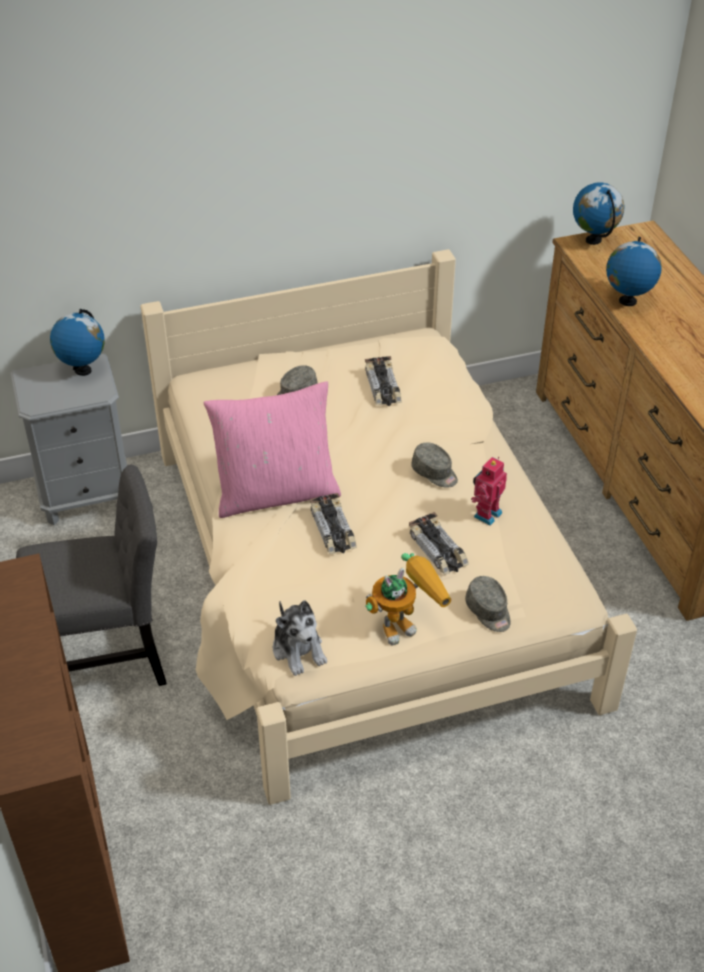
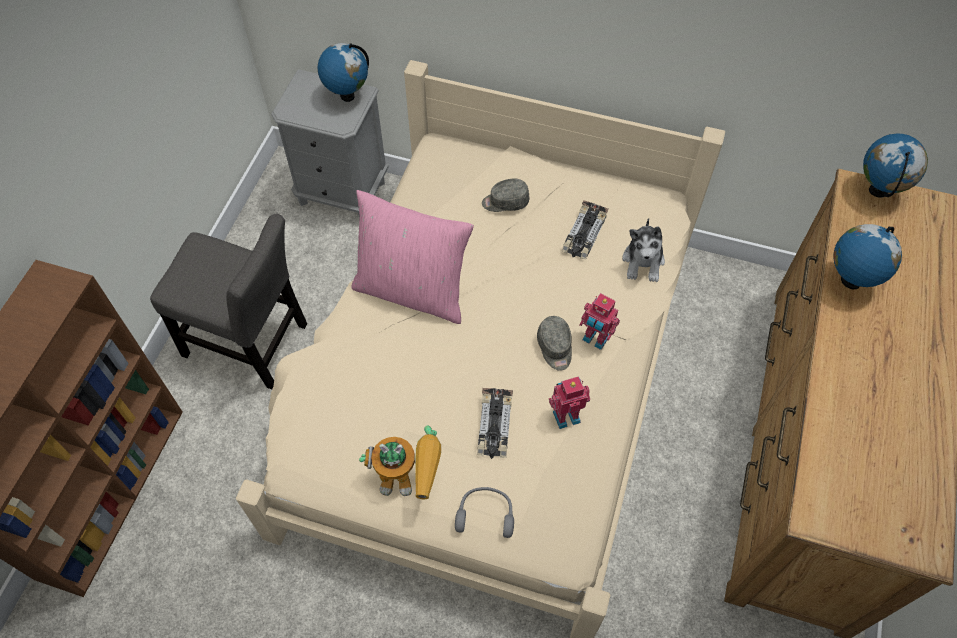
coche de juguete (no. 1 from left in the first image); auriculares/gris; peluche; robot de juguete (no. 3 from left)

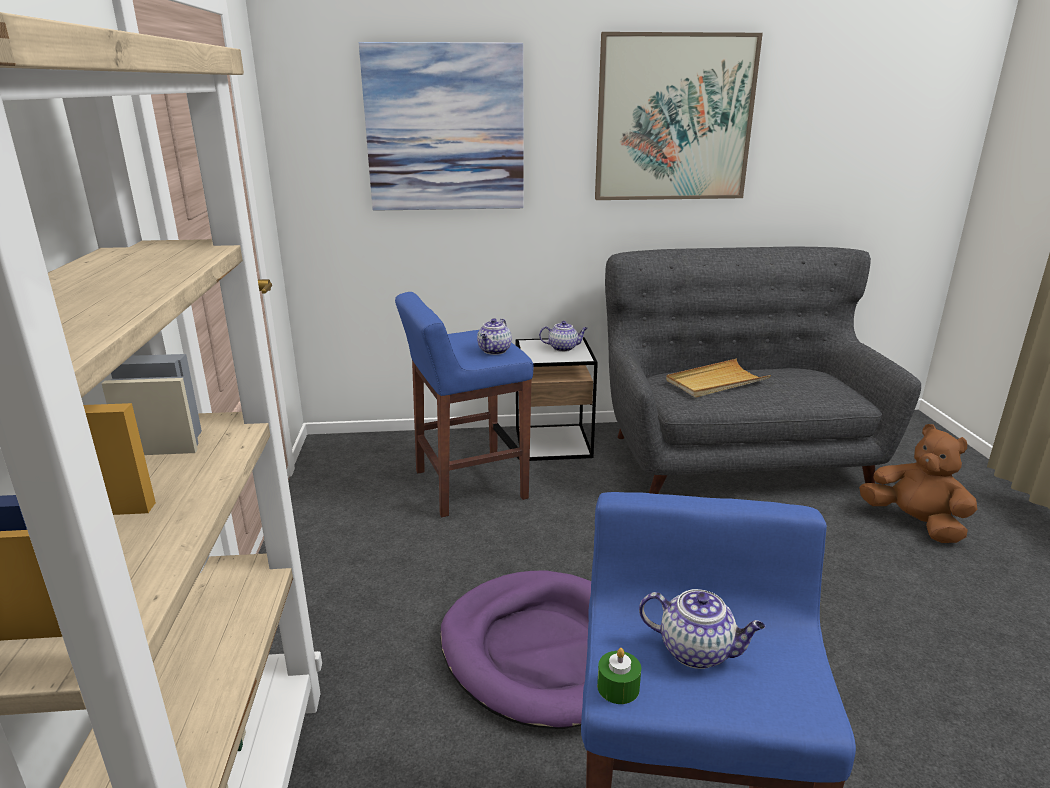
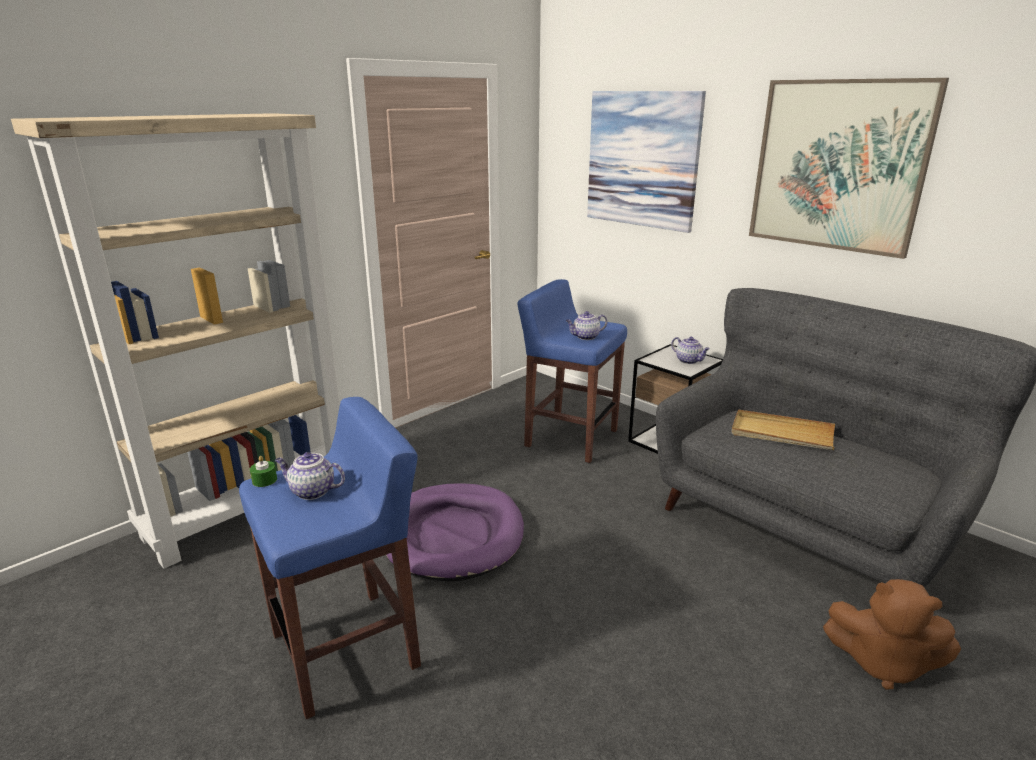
peluche/marrón; tetera (no. 1 from left)

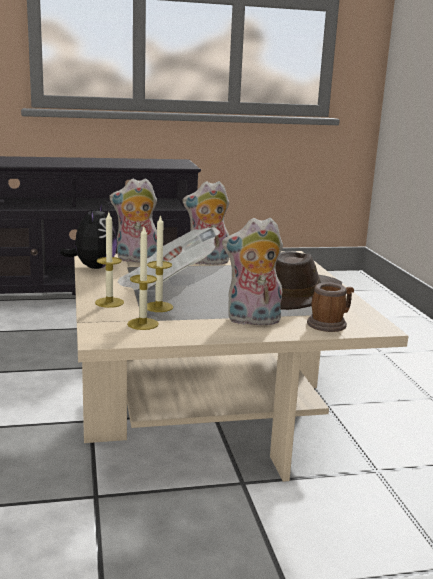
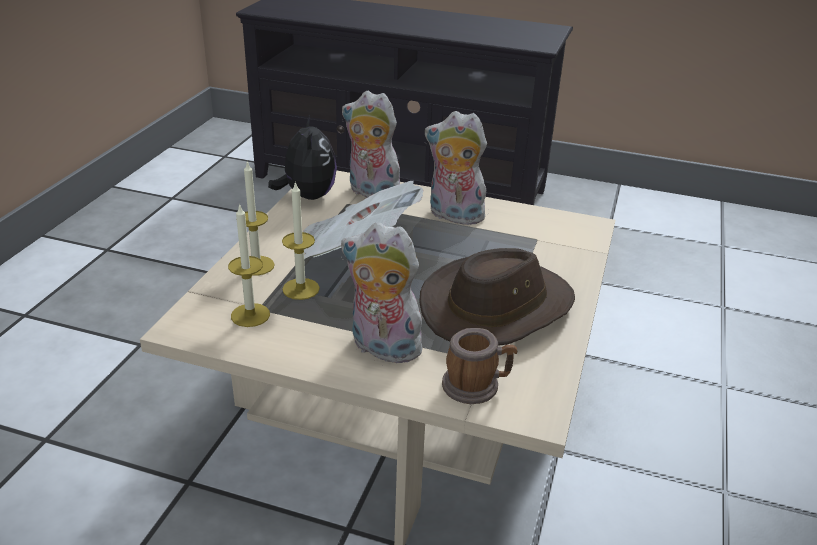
peluche (no. 1 from left)

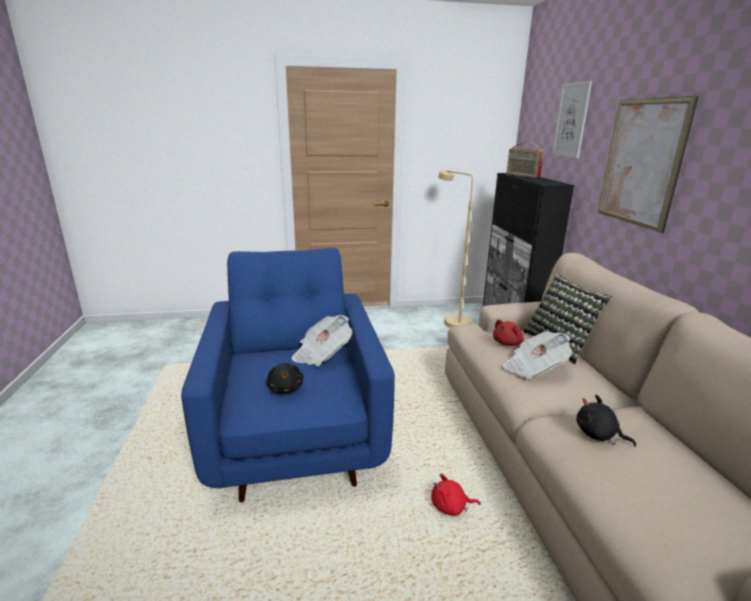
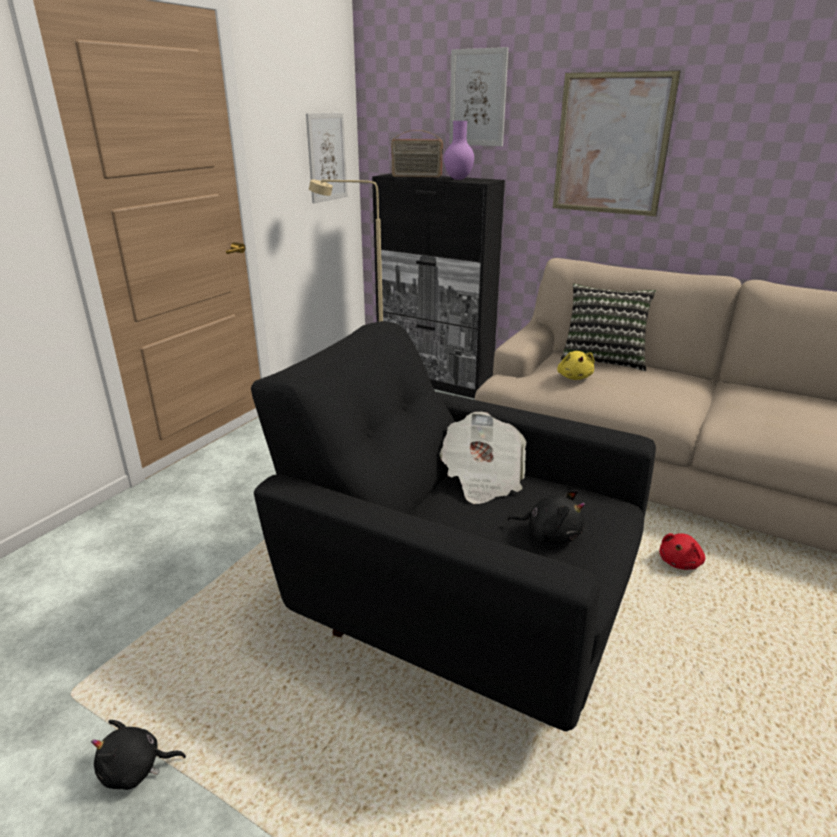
sillón/negro; peluche/amarillo; periódico (no. 2 from left in the first image); peluche/negro (no. 1 from left); cuadro (no. 1 from left); florero/morado

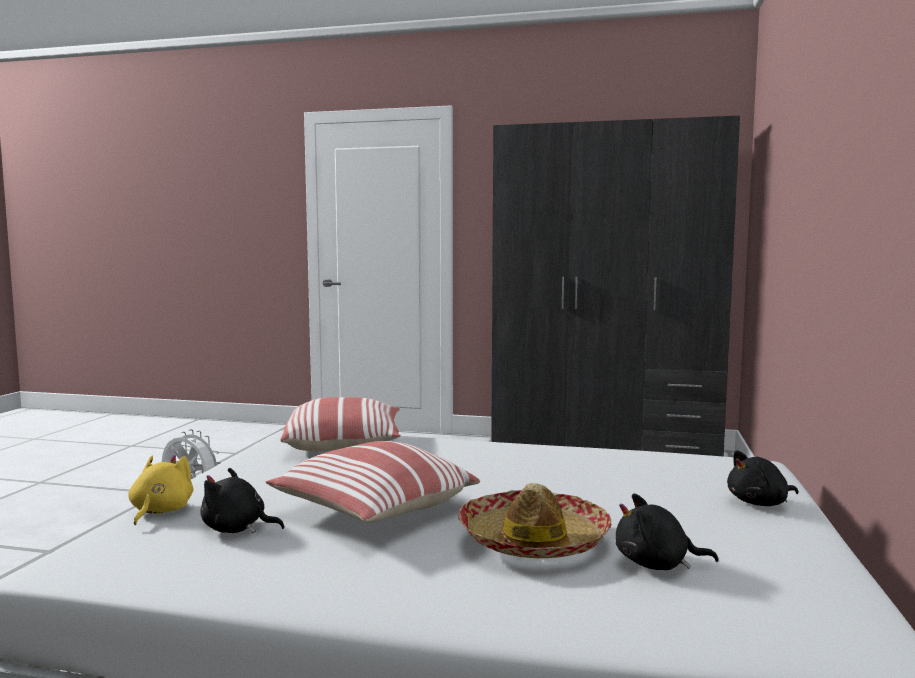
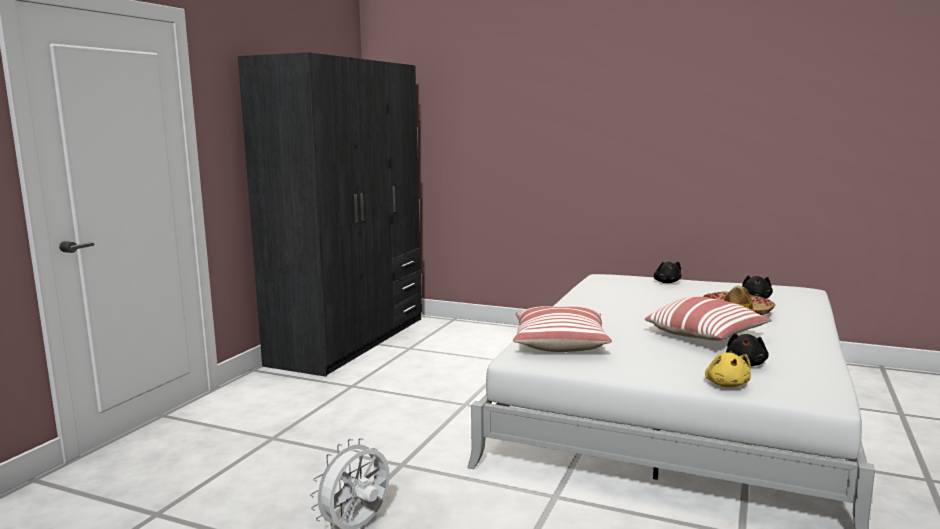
peluche/amarillo

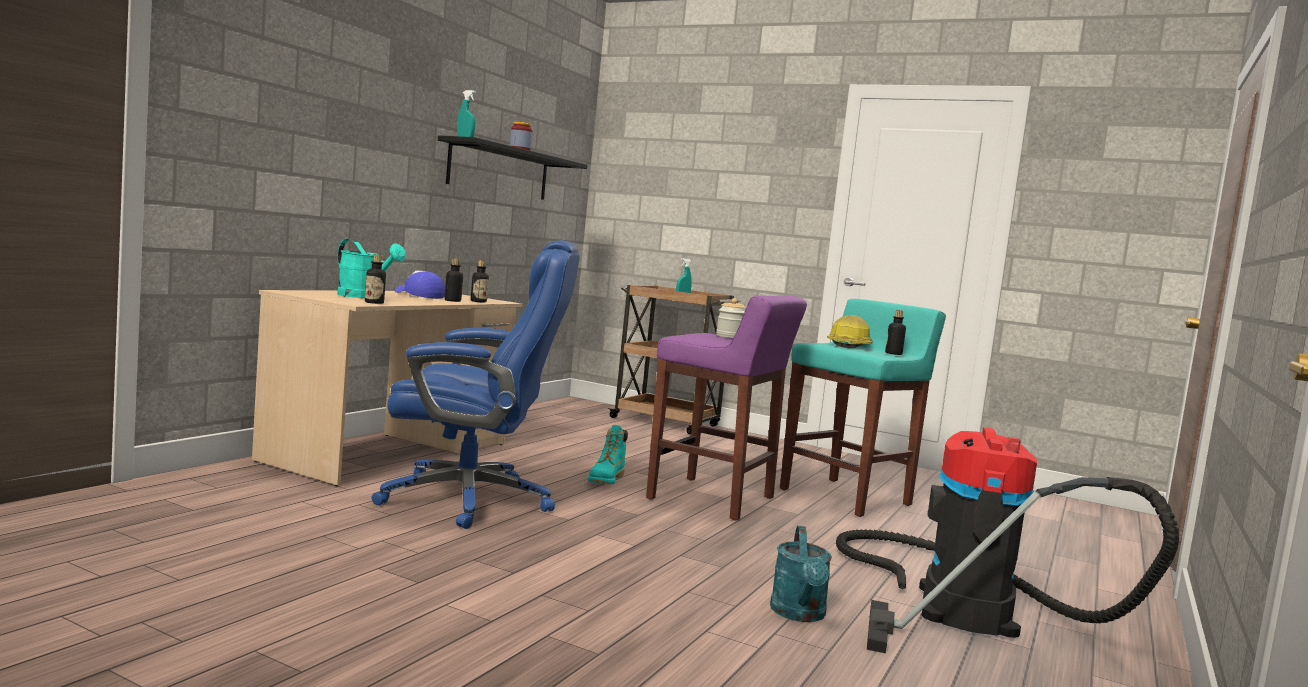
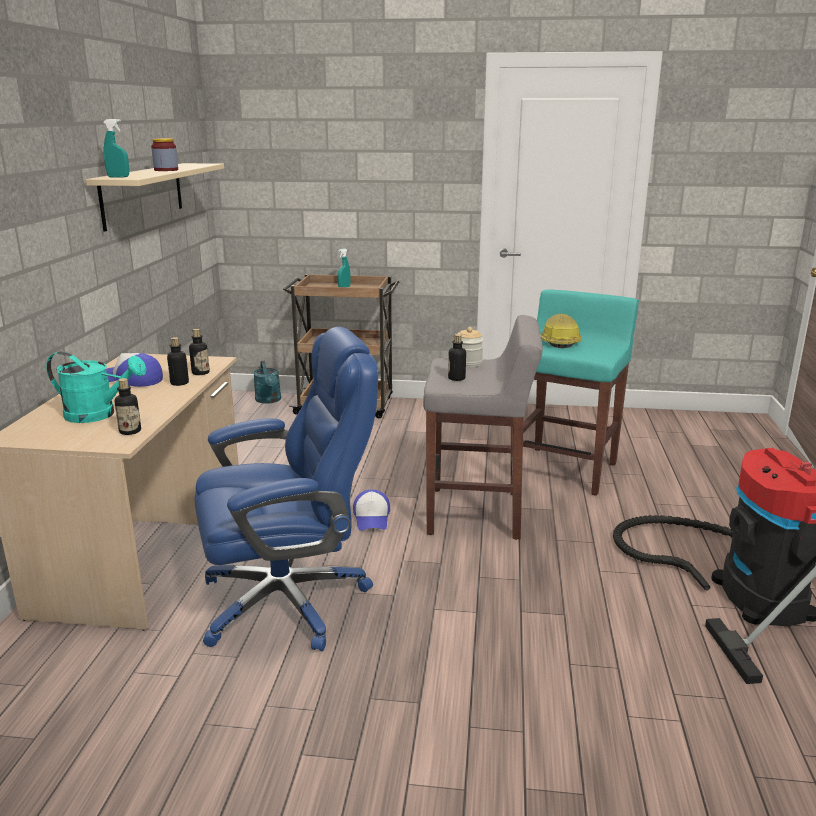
estante/beis; taburete/gris; botella (no. 4 from left); gorra (no. 2 from left); regadera/turquesa (no. 2 from left)

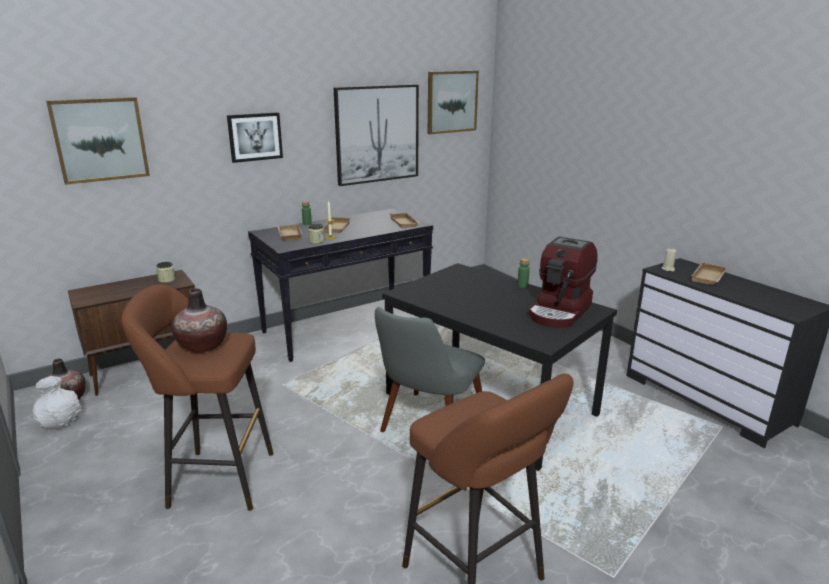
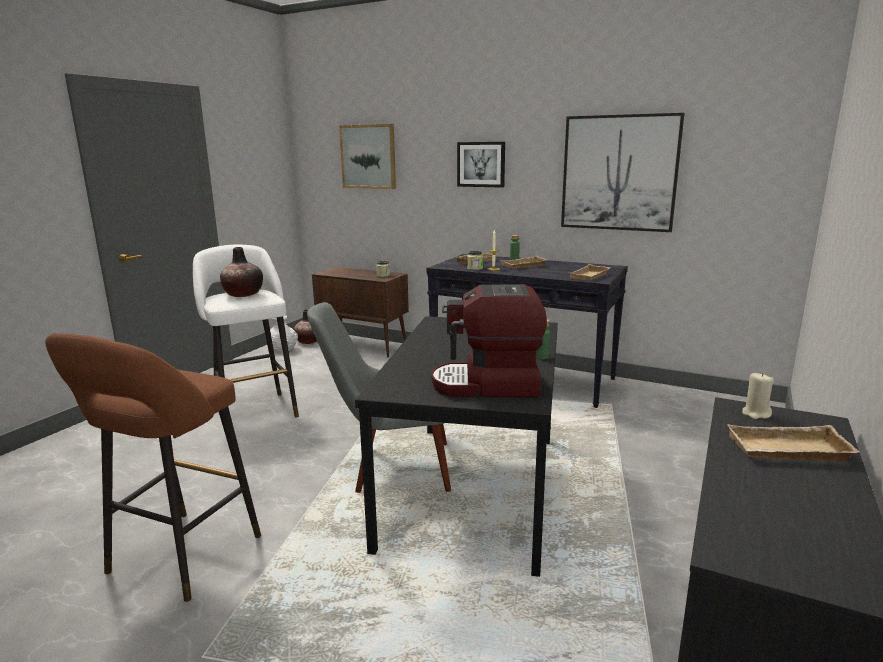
cuadro (no. 4 from left in the first image); taburete/blanco

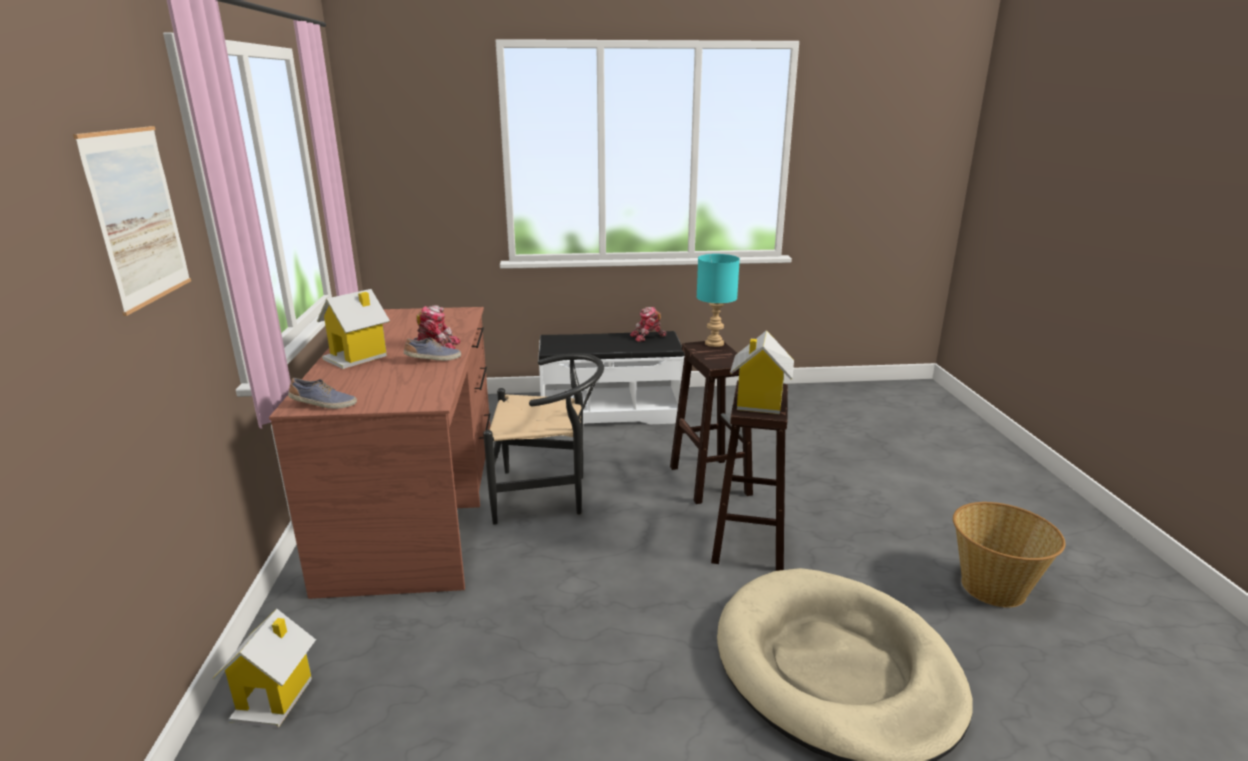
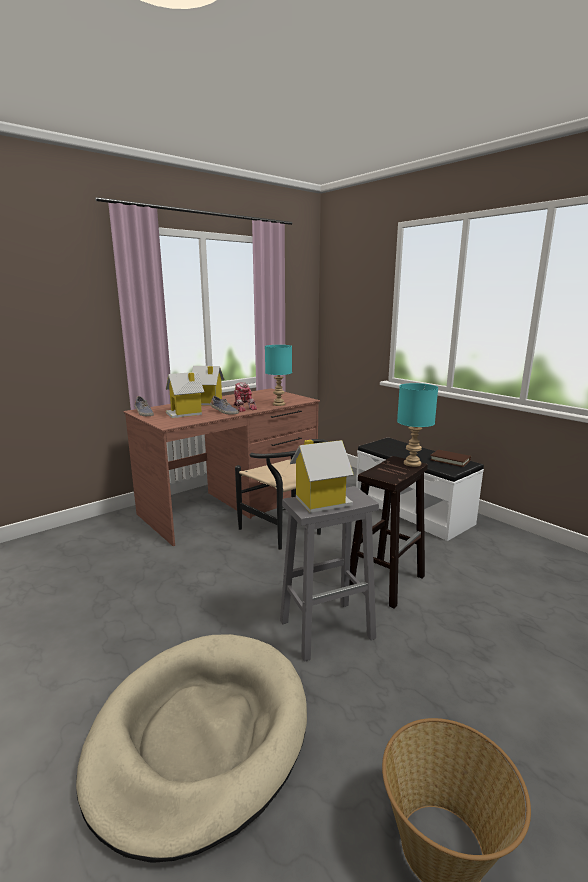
cuadro; libro/marrón; taburete/gris; casita (no. 1 from left); lámpara de mesa/turquesa (no. 1 from left)

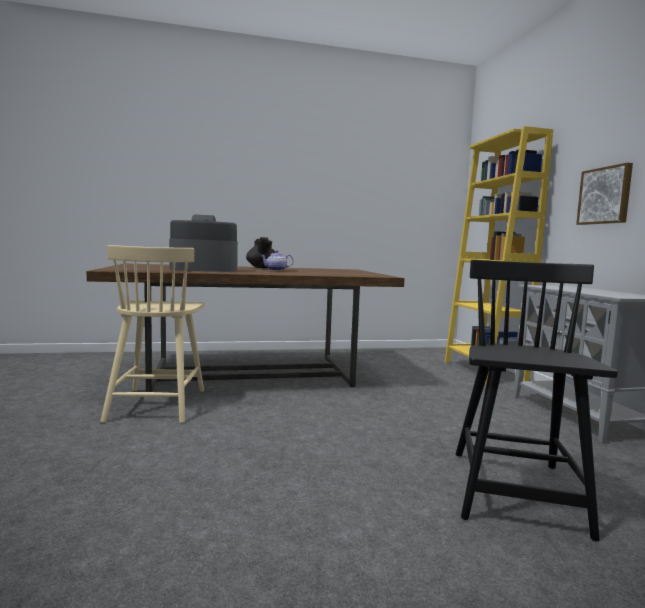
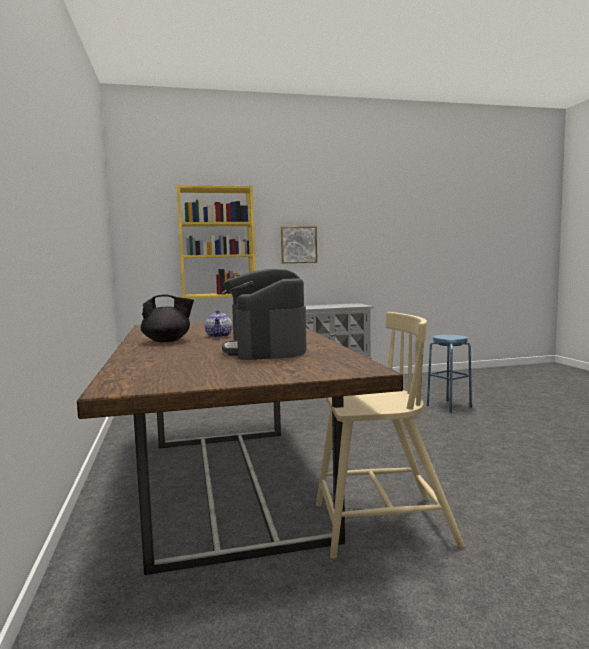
taburete/azul

